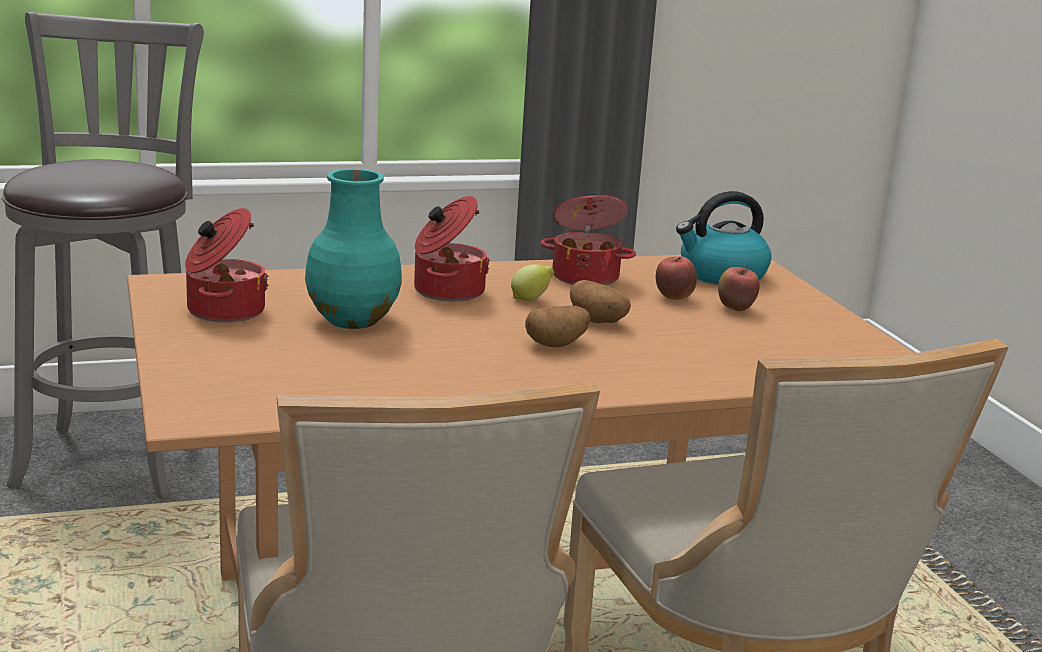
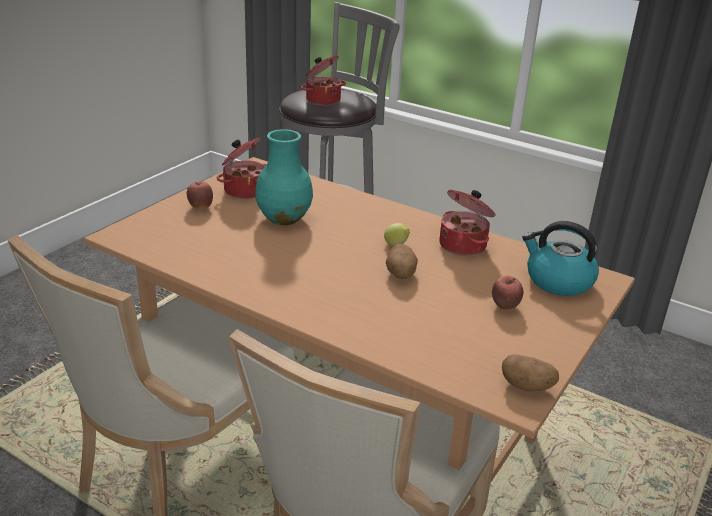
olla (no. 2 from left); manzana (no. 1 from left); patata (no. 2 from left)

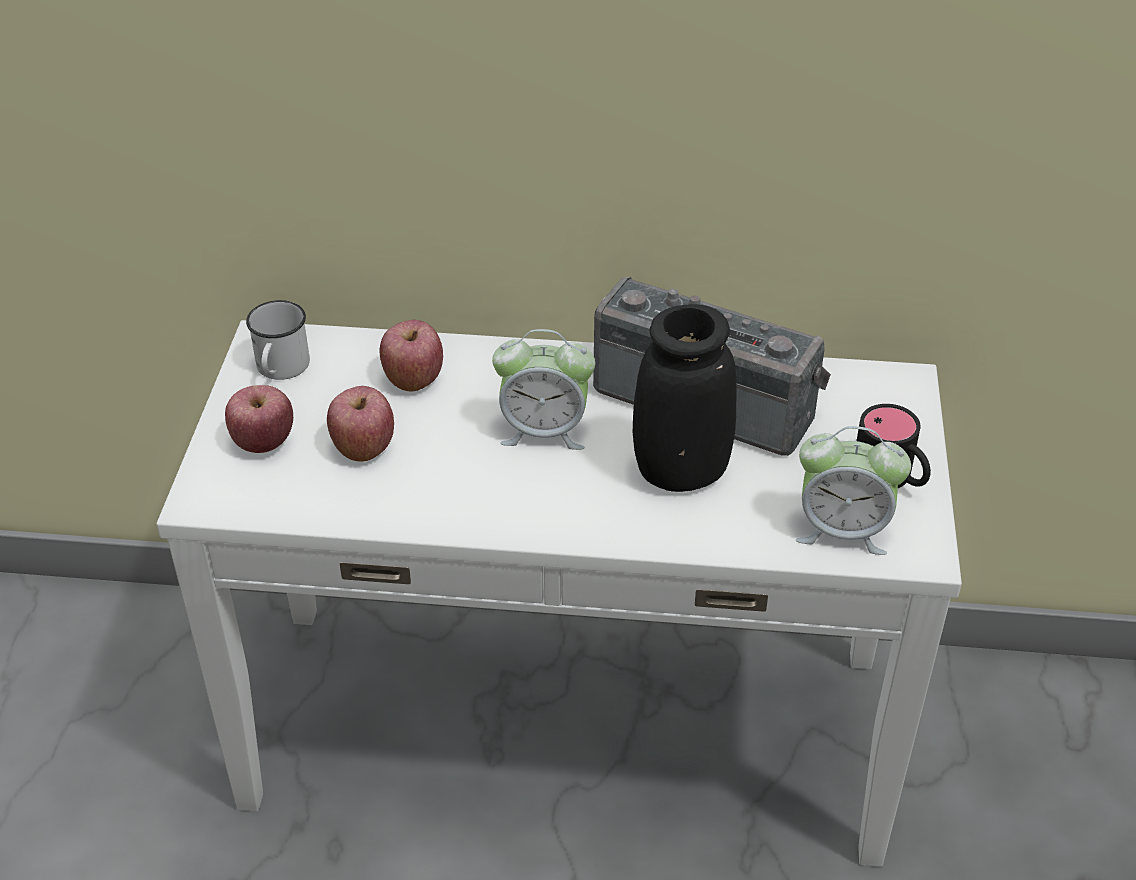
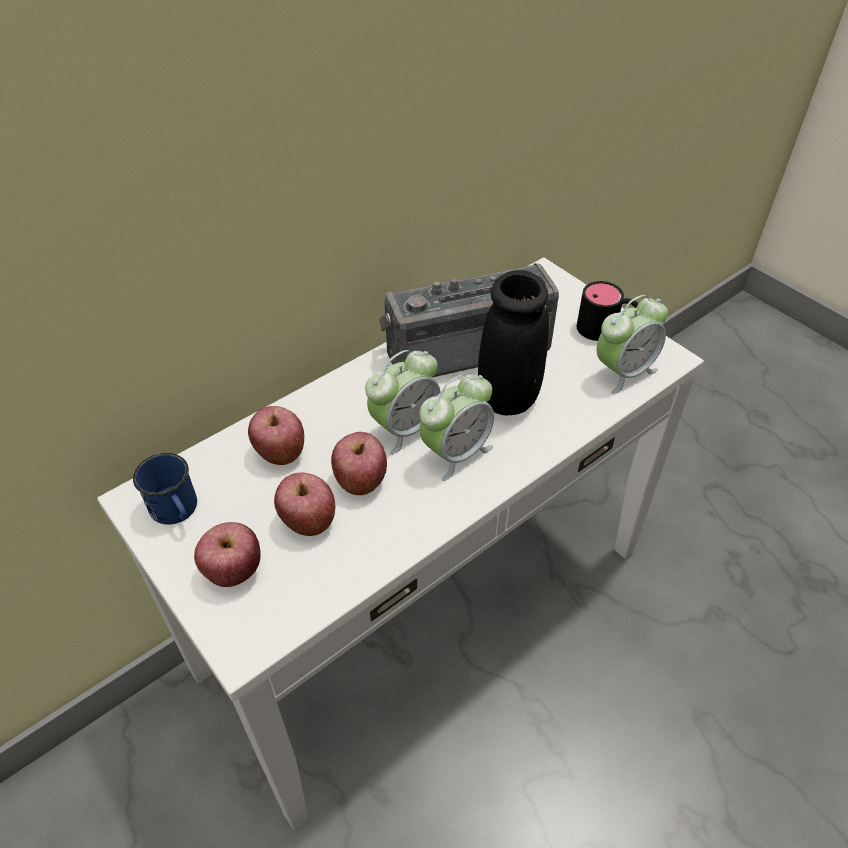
taza grande/azul; despertador (no. 2 from left); manzana (no. 4 from left)

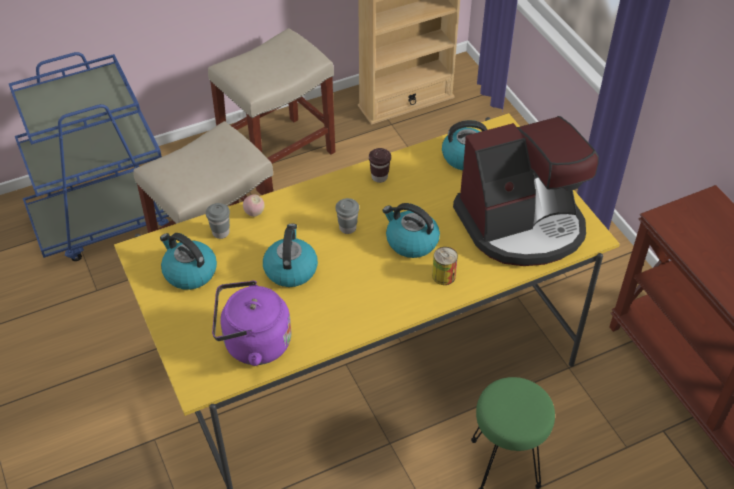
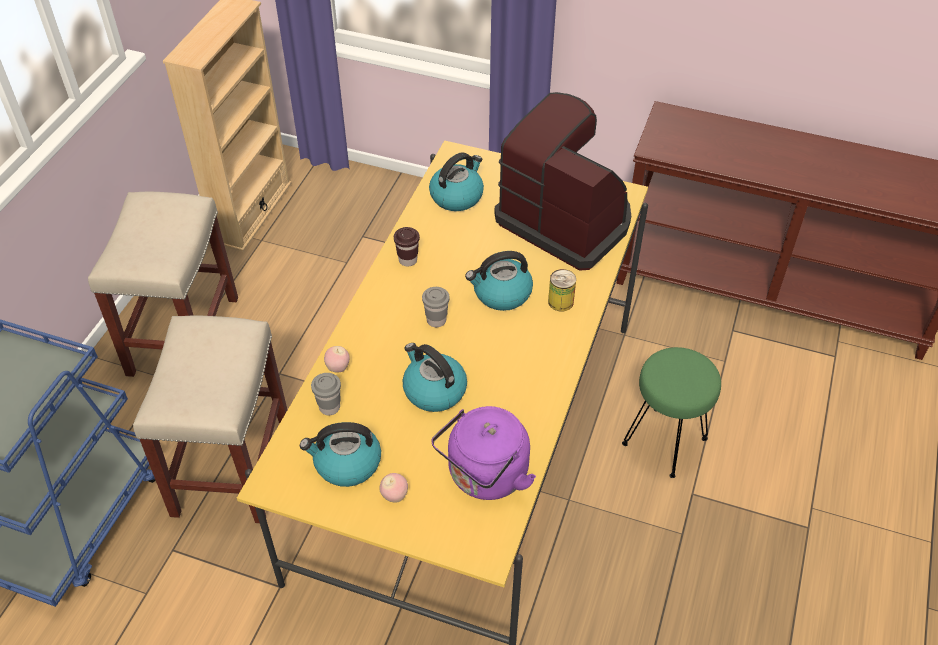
cafetera; manzana (no. 2 from left)

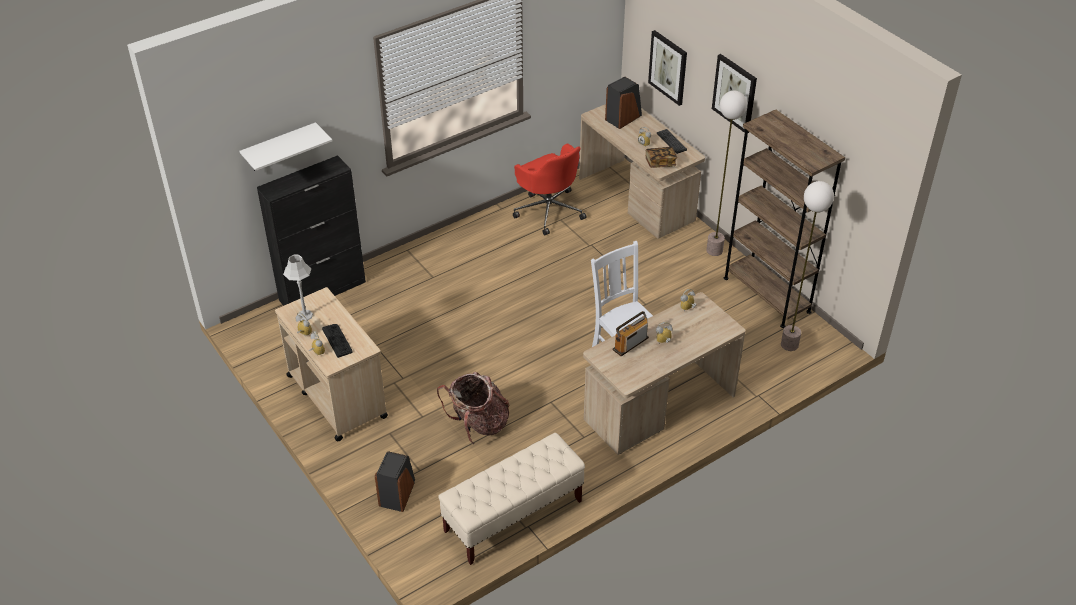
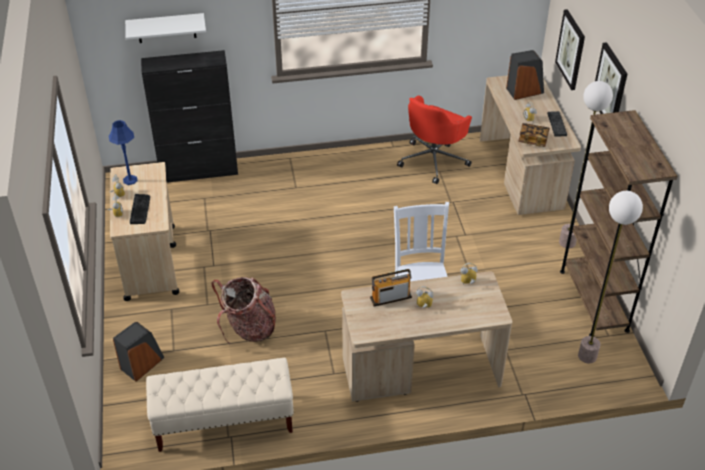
silla de oficina/rojo; lámpara de mesa/azul

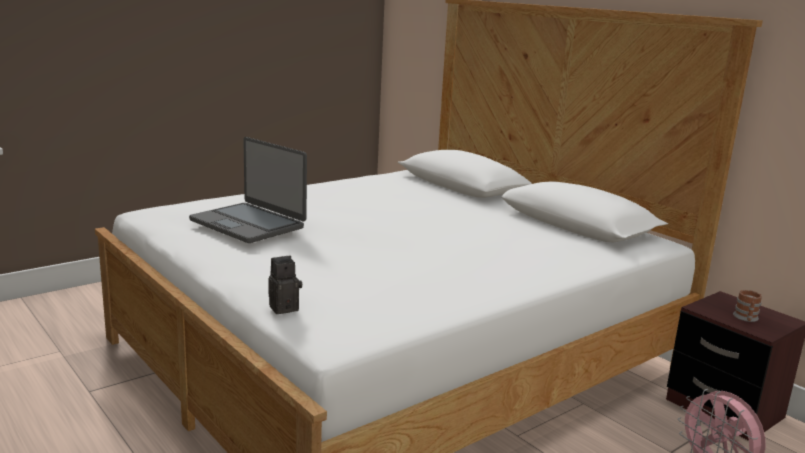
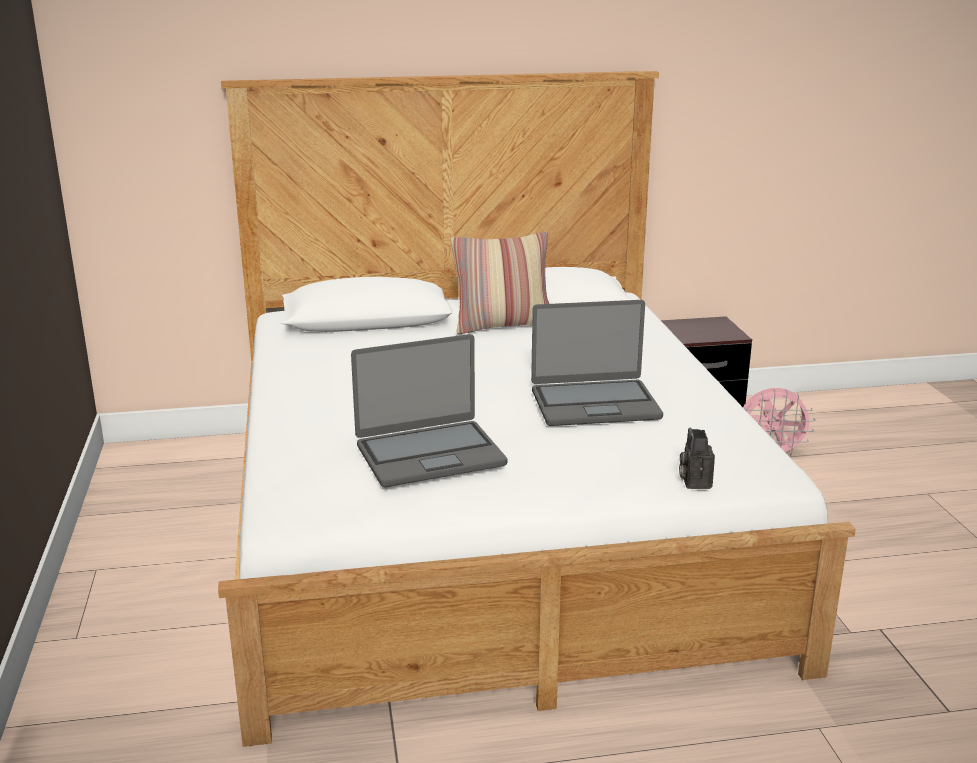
taza grande; cojín; portátil (no. 2 from left)

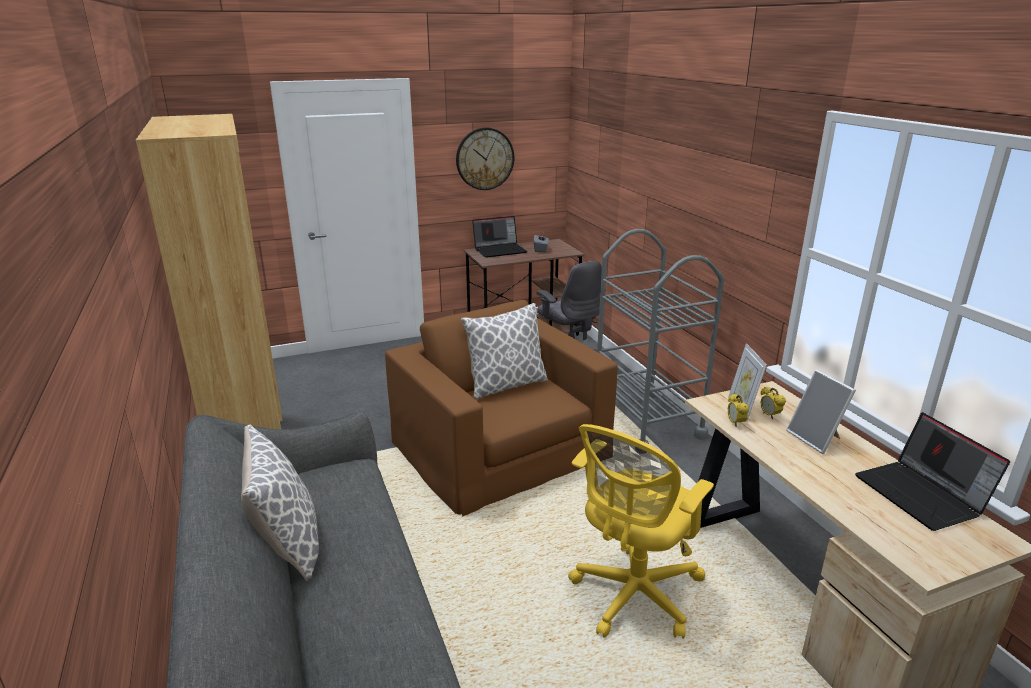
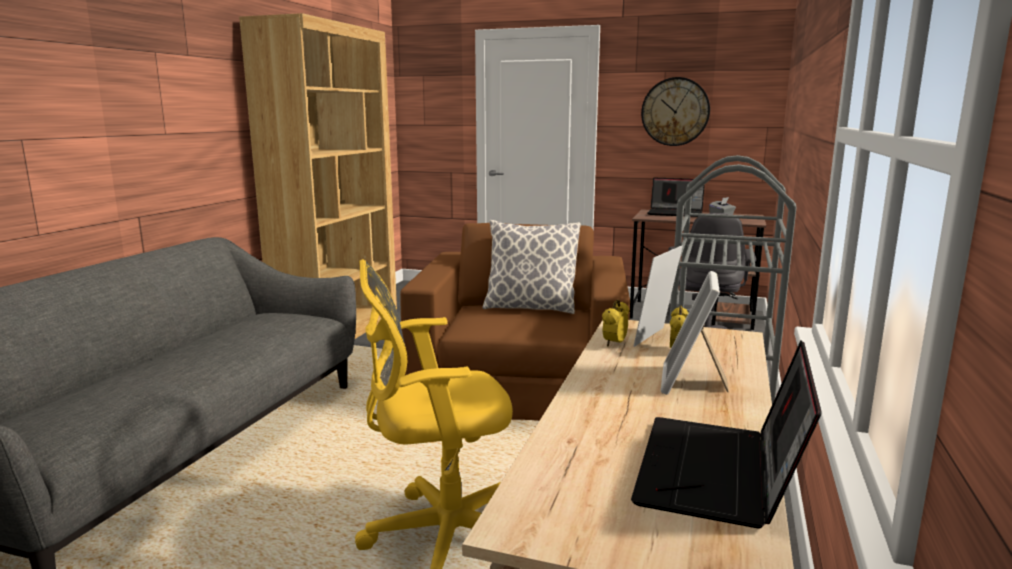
cojín (no. 1 from left in the first image)

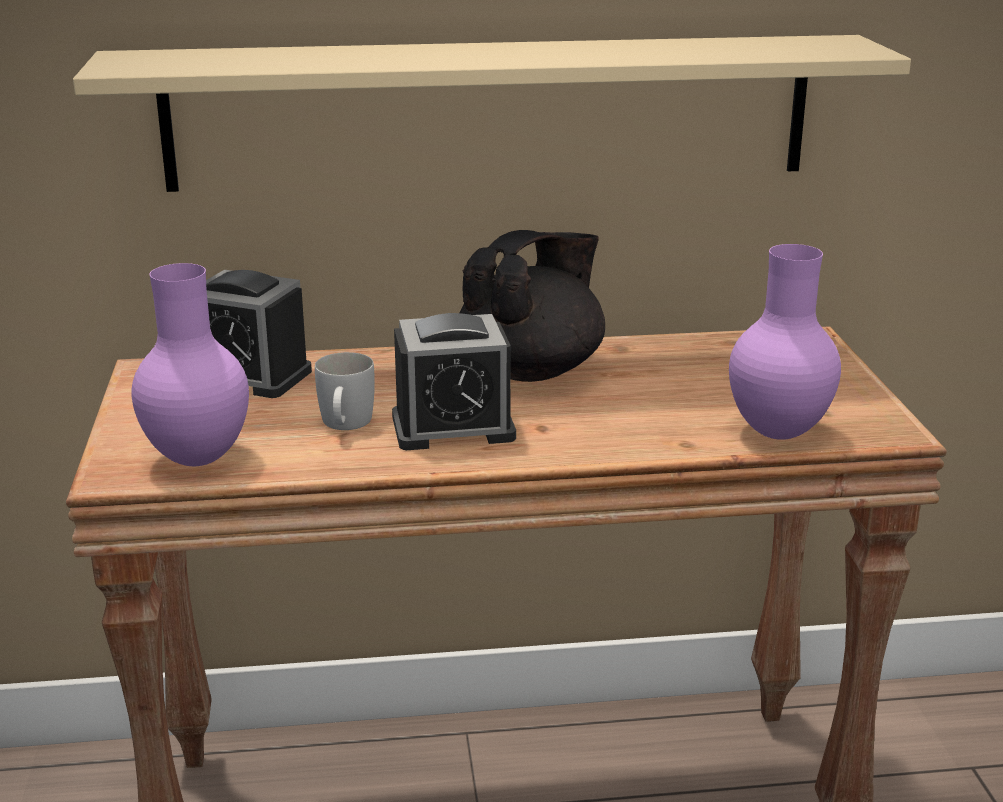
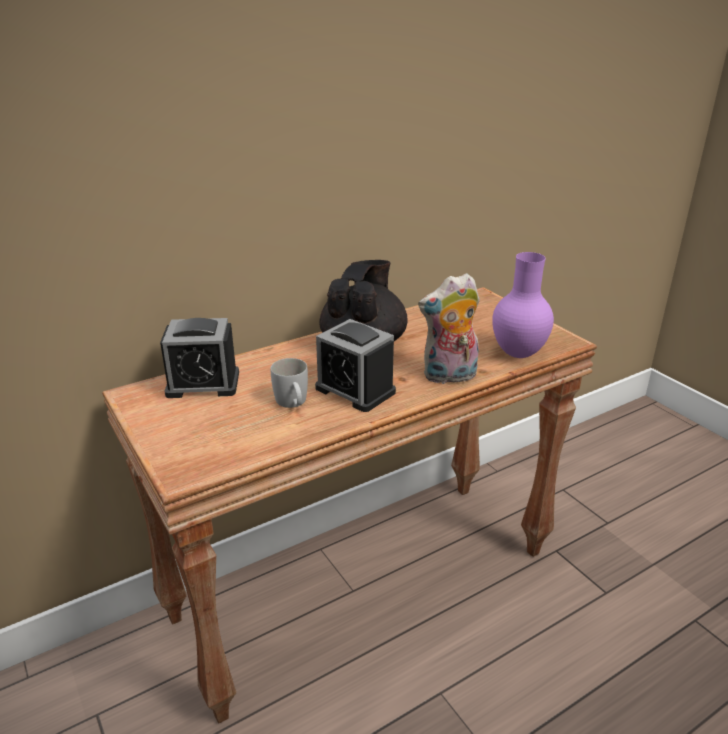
estante/beis; florero/morado (no. 1 from left in the first image); despertador (no. 2 from left); peluche

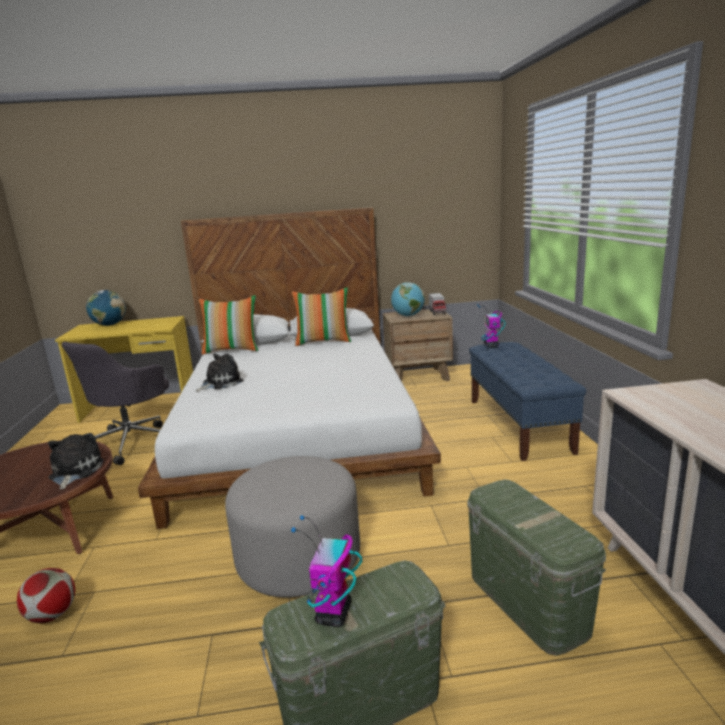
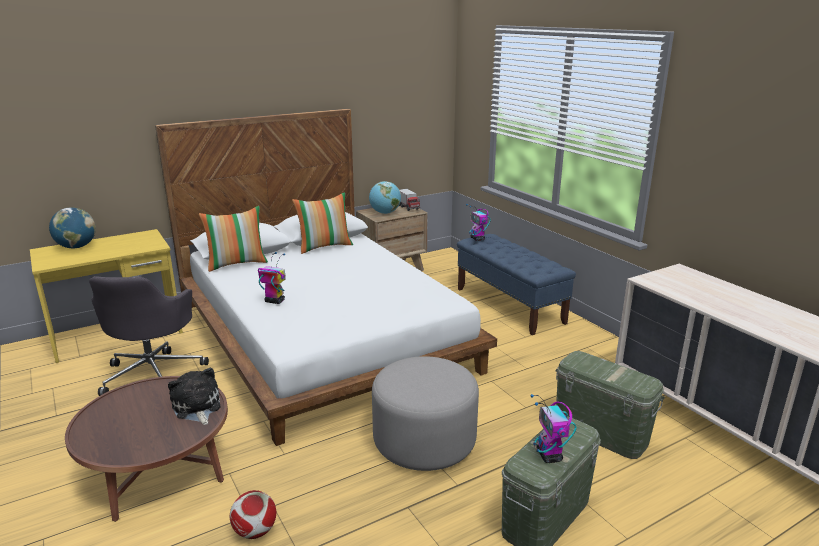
robot de juguete (no. 1 from left)

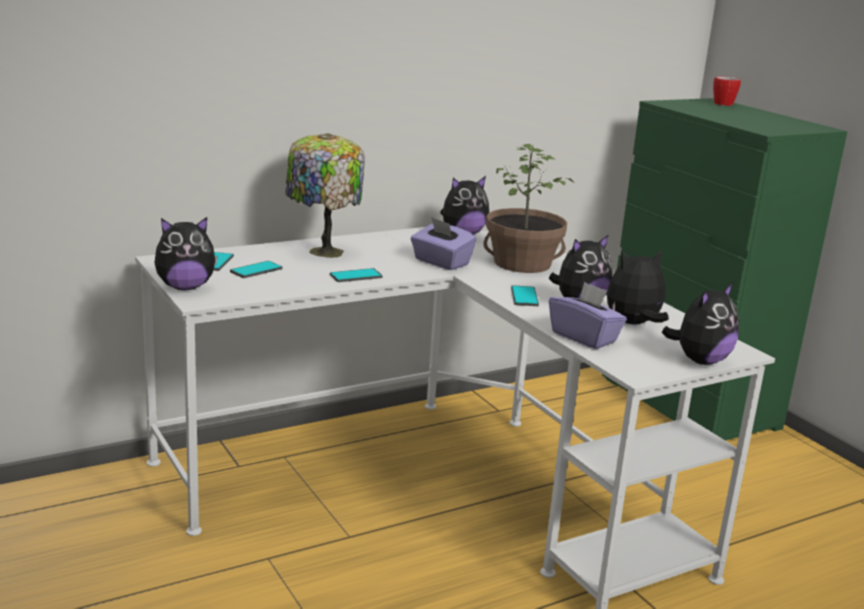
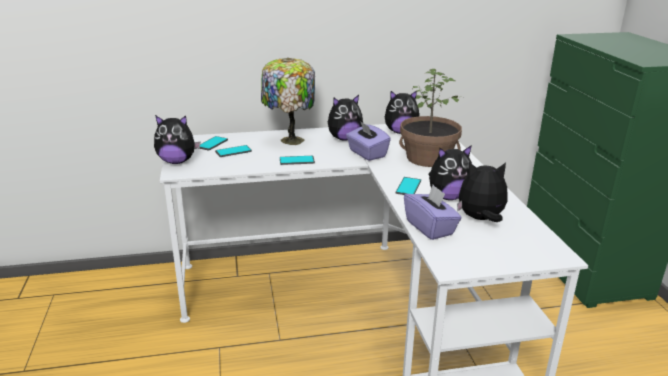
taza grande; peluche (no. 2 from left)

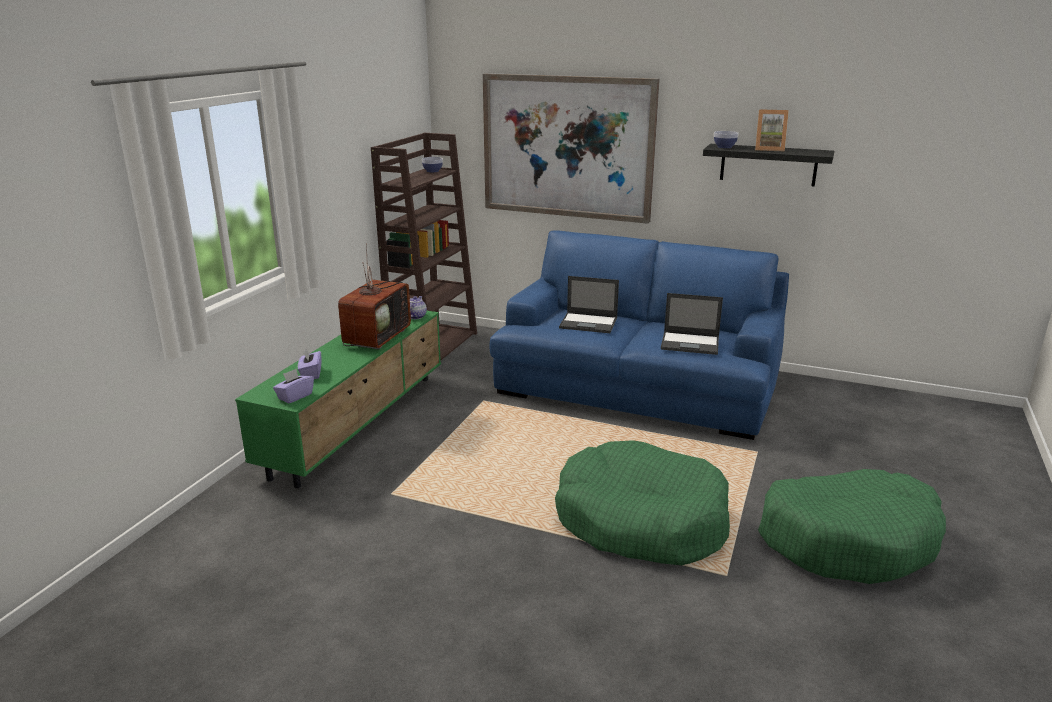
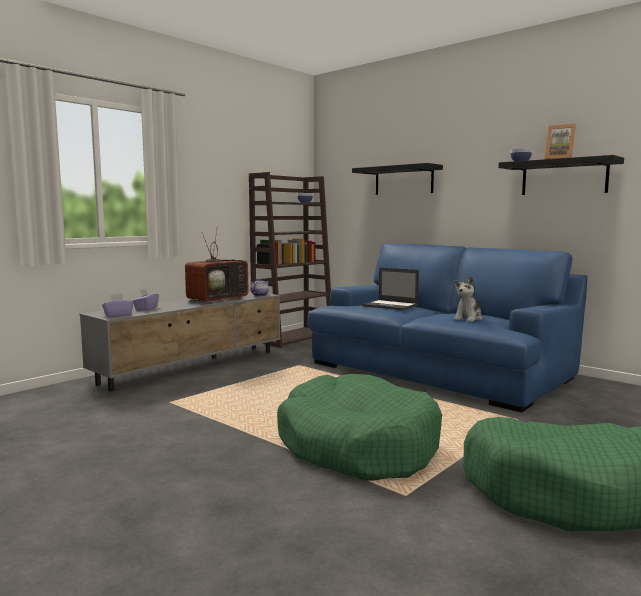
estante/negro (no. 1 from left); peluche; mueble de televisión/gris

